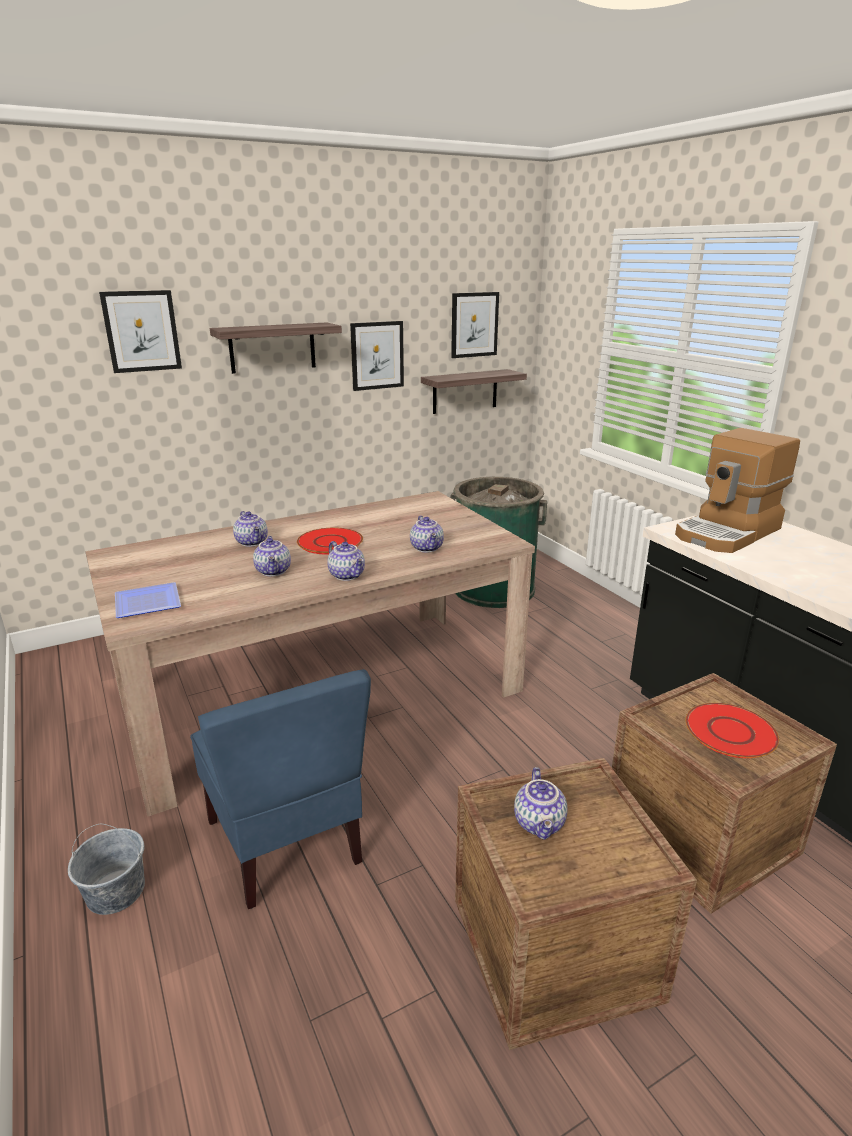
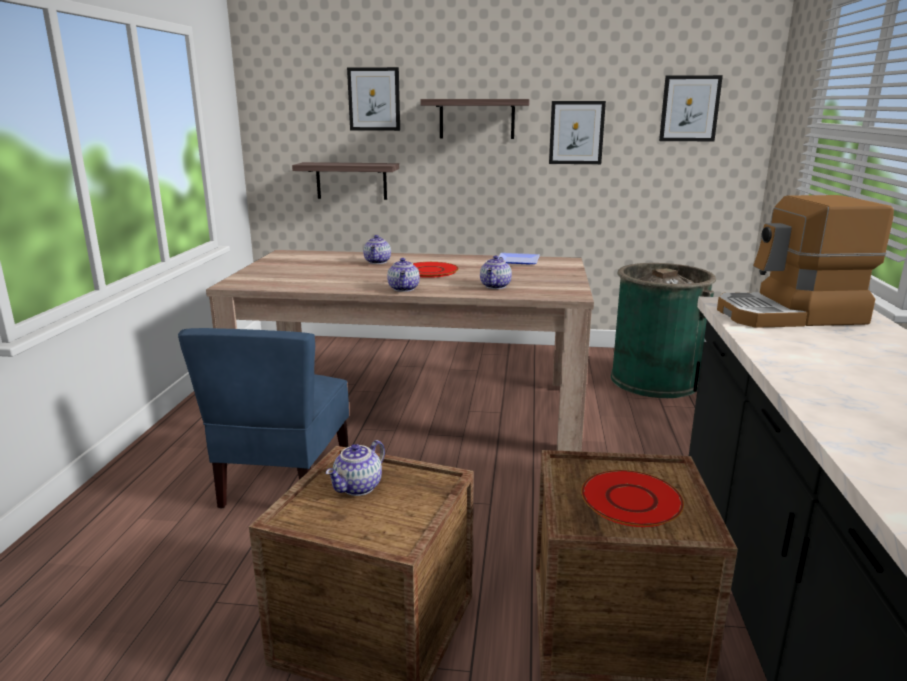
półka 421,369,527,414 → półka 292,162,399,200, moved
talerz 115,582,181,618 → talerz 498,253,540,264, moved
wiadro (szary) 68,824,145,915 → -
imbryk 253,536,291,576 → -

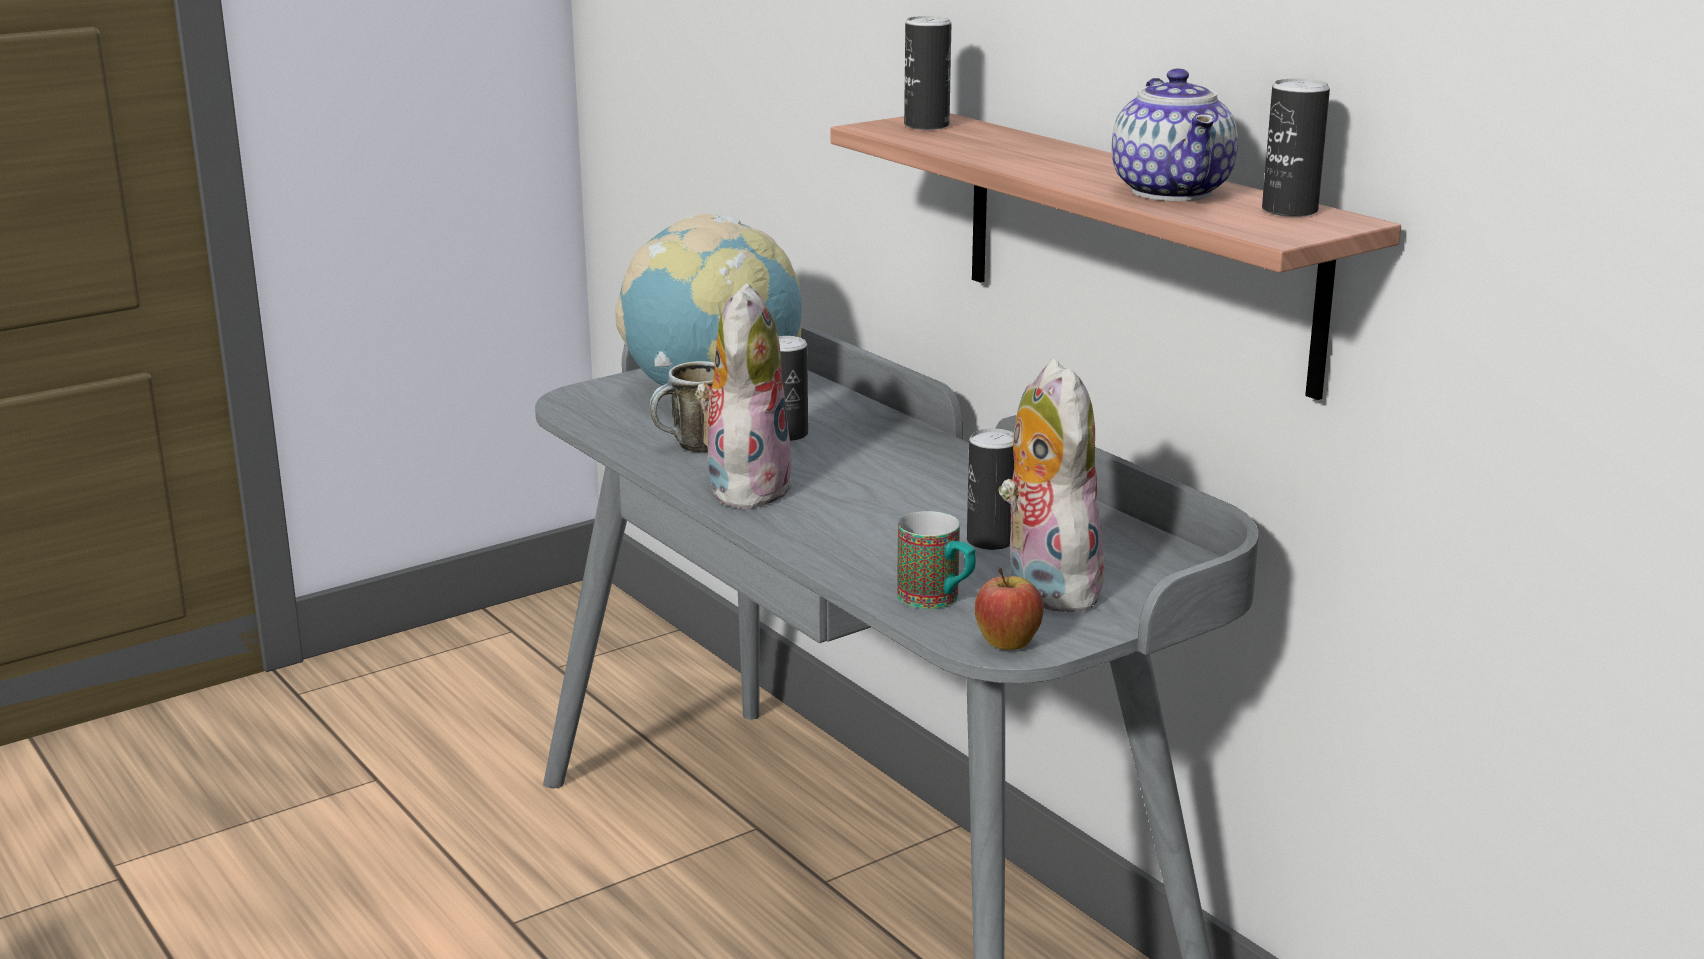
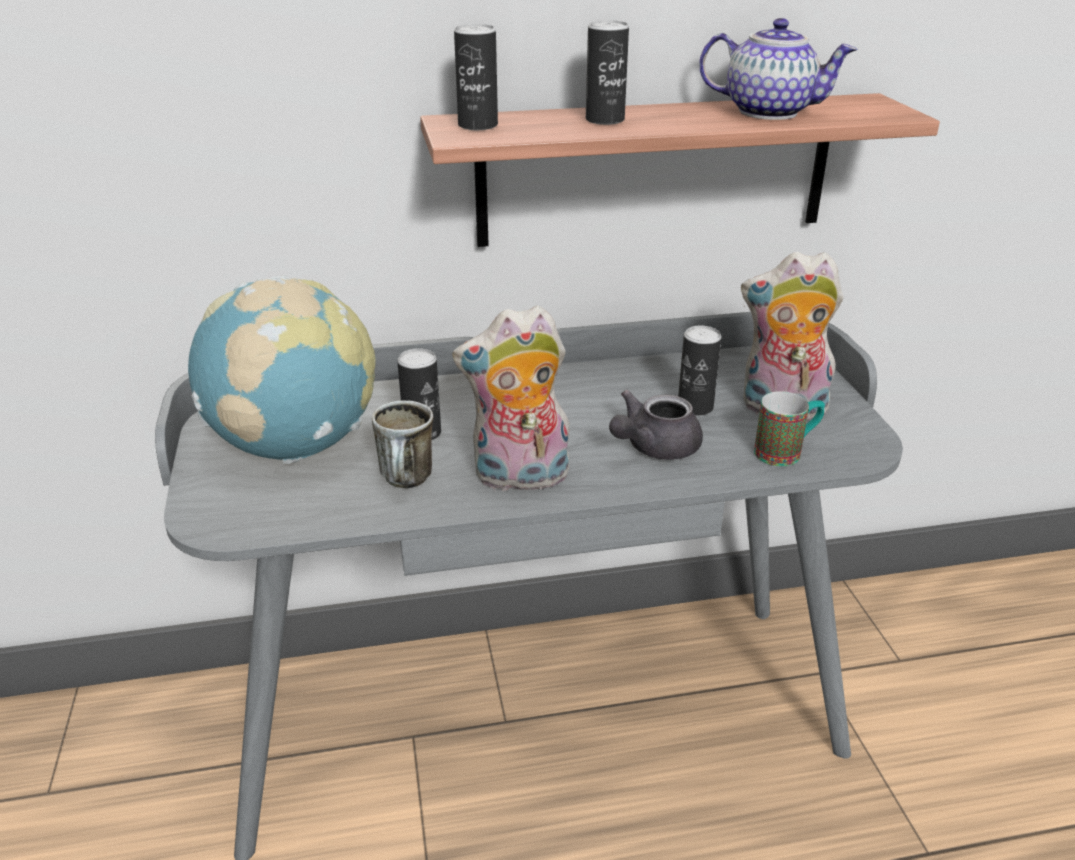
pluszak 695,283,792,509 → pluszak 452,305,569,491, 45 degrees counterclockwise
puszka 1262,79,1330,217 → puszka 586,20,629,125, moved
- → imbryk (szary) 609,390,703,460
jabłko 975,568,1044,650 → -

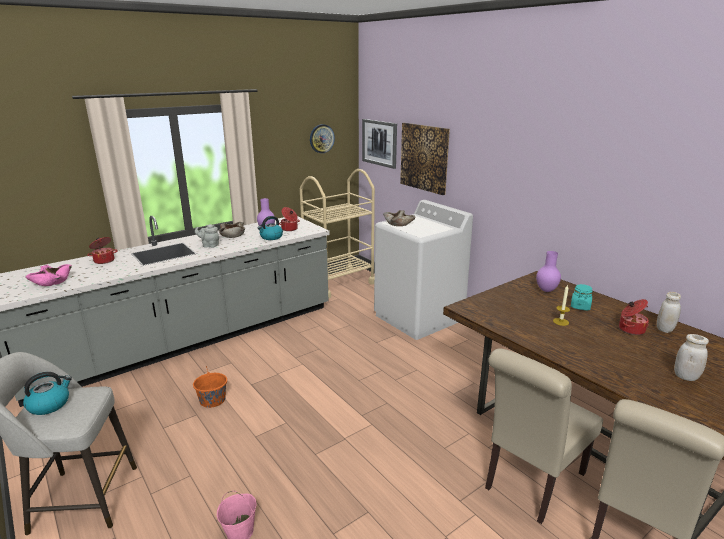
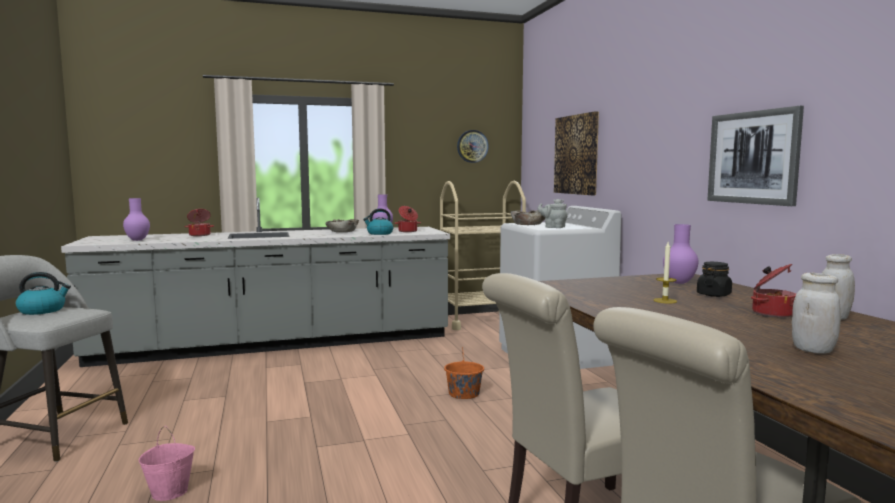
miska (różowy) 25,264,72,286 → wazon (fioletowy) 123,198,150,241
wiadro (pomarańczowy) 193,366,227,408 → wiadro (pomarańczowy) 444,347,484,399, moved
imbryk (szary) 195,224,219,248 → imbryk (szary) 537,199,568,228, moved
słoik (turkusowy) 571,284,593,311 → słoik (czarny) 697,262,732,297
obraz 362,119,397,169 → obraz 707,106,804,206, moved

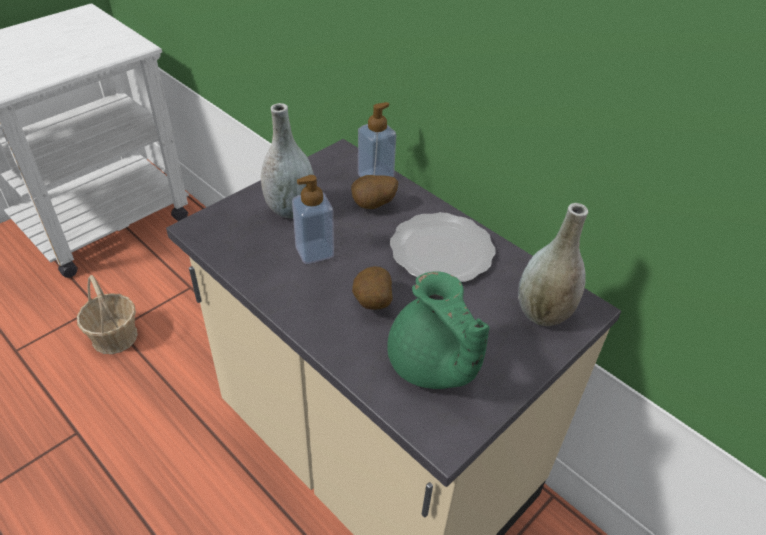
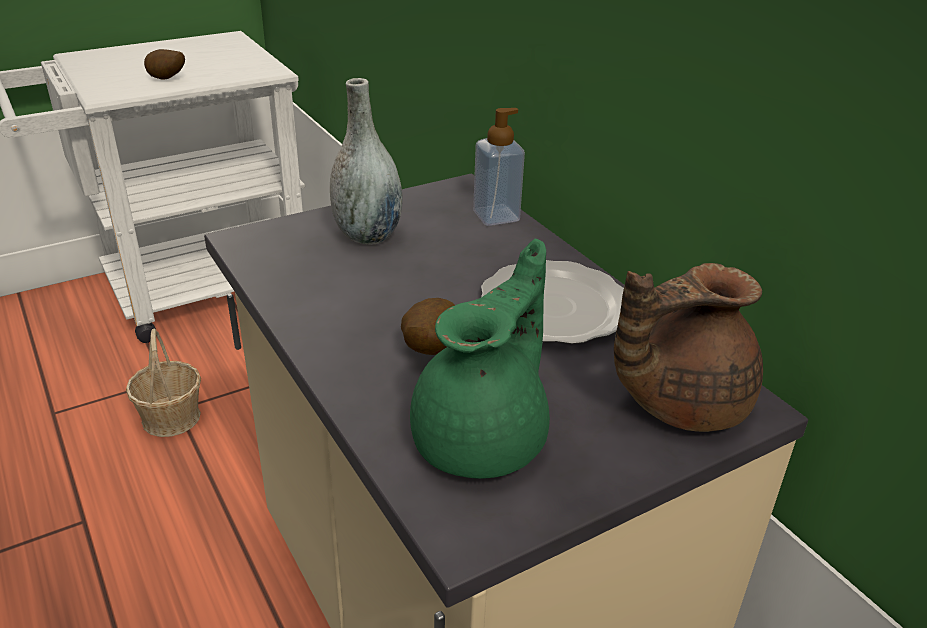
ziemniak 351,175,398,209 → ziemniak 144,49,185,79, moved
imbryk (zielony) 387,271,490,389 → imbryk (zielony) 410,239,550,479, 135 degrees counterclockwise
wazon (szary) 518,203,588,326 → imbryk (brązowy) 614,263,763,432
dozownik mydła 292,175,334,264 → -

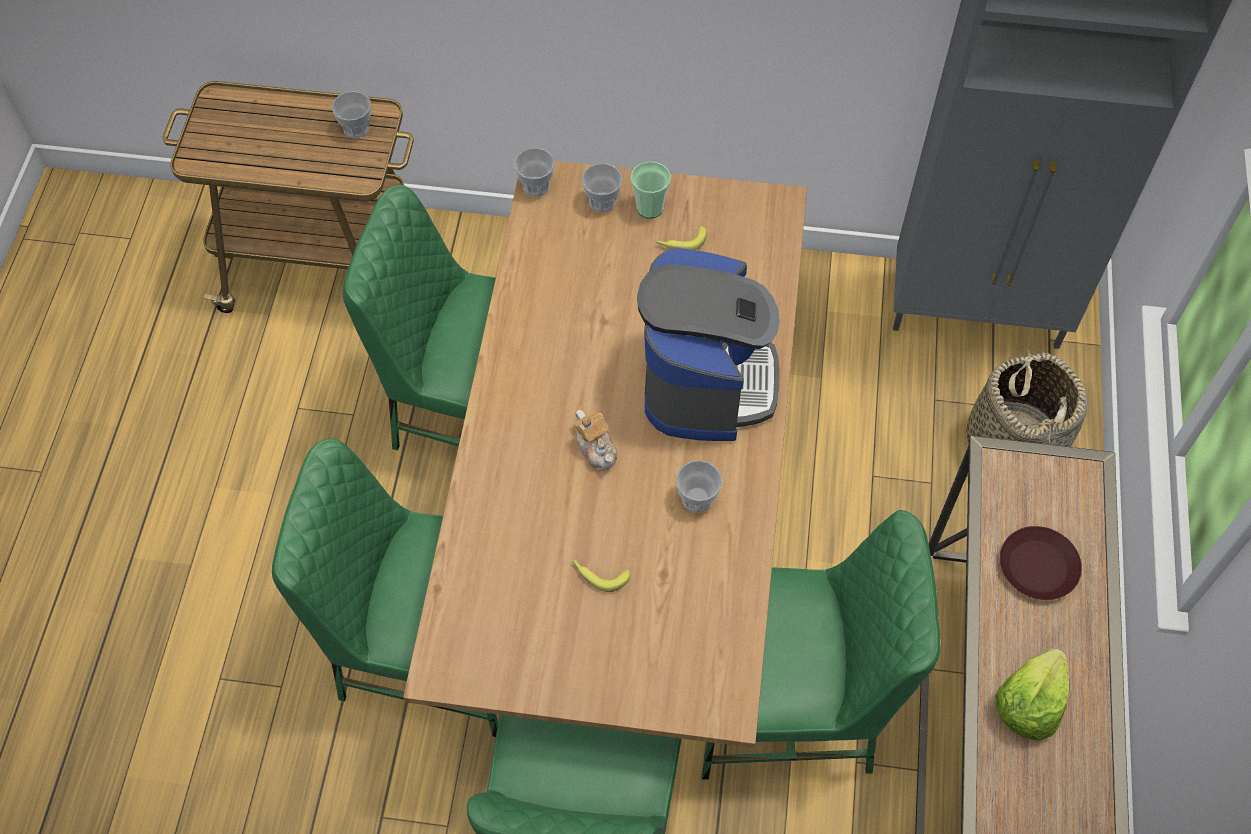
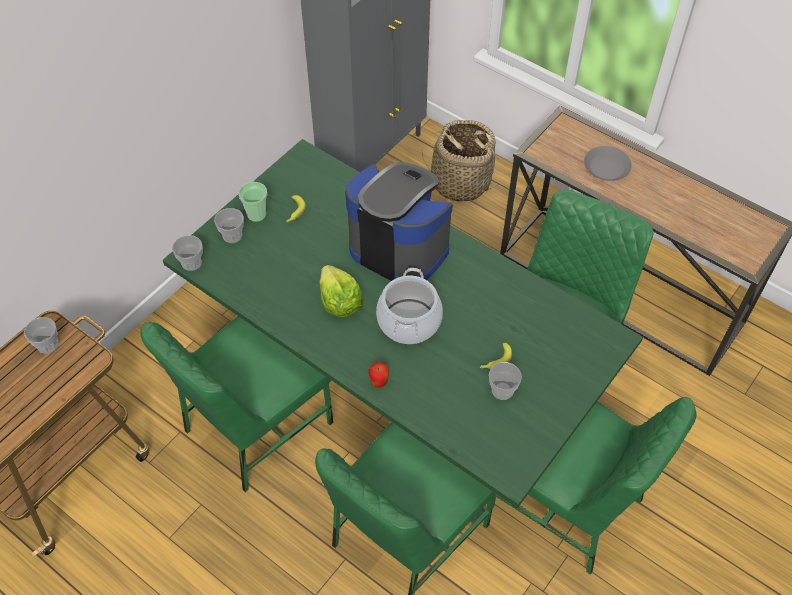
stół jadalny (brązowy) 403,161,807,748 → stół jadalny (zielony) 163,139,643,523
sałata 995,648,1069,740 → sałata 320,265,364,317, moved
- → jabłko 368,362,389,388
imbryk 574,410,618,472 → garnek 376,268,443,344
filiżanka 676,460,722,513 → filiżanka 489,362,522,400, moved
talerz (brązowy) 1000,526,1082,600 → talerz (szary) 584,146,632,181

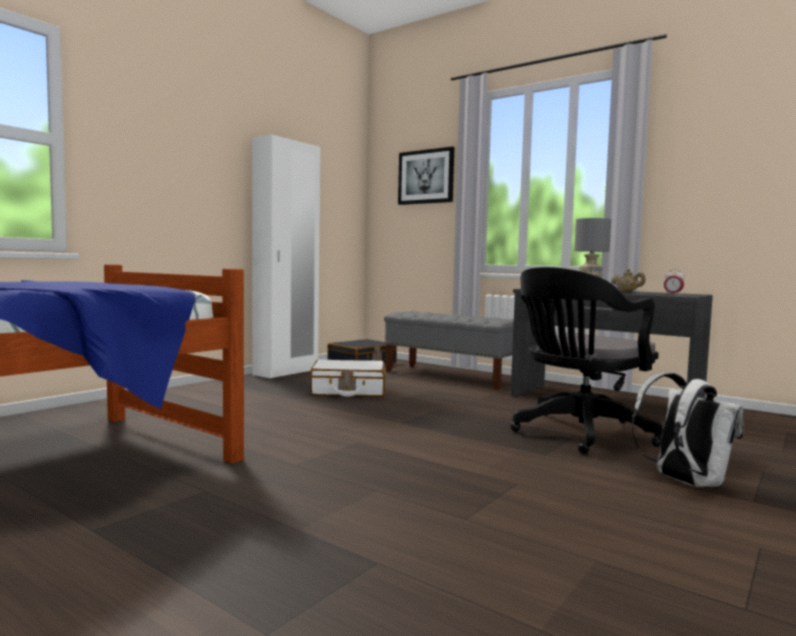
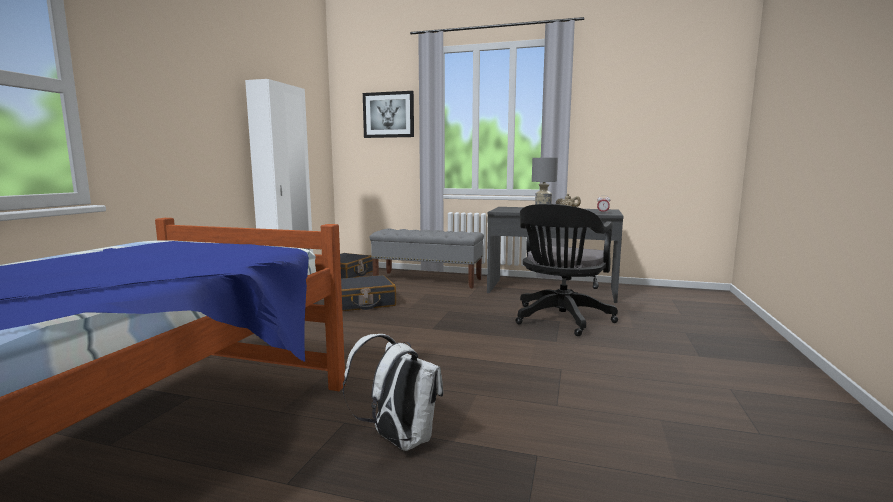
walizka (biały) 310,359,385,397 → walizka (czarny) 341,275,396,311
plecak (biały) 632,372,744,487 → plecak (biały) 343,334,443,451, moved

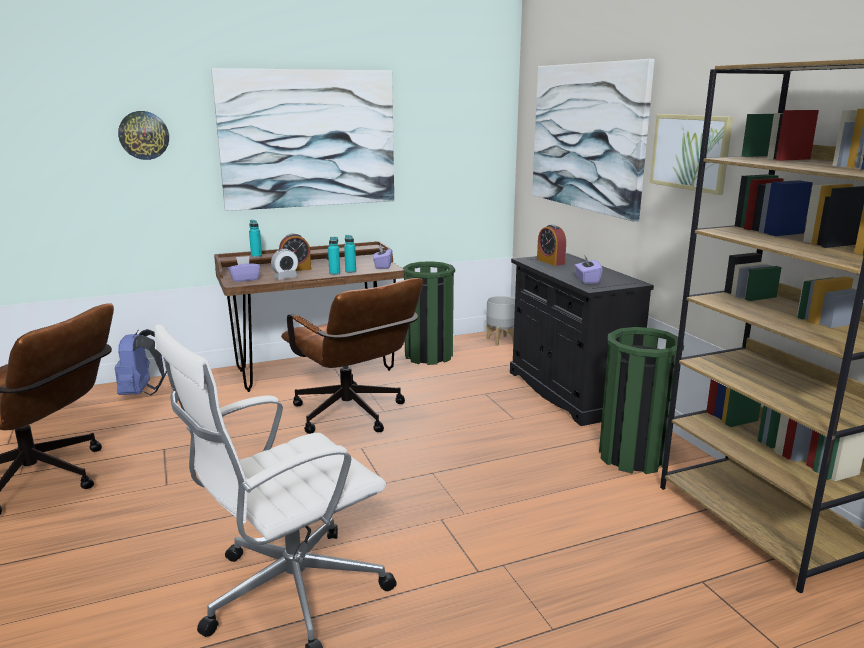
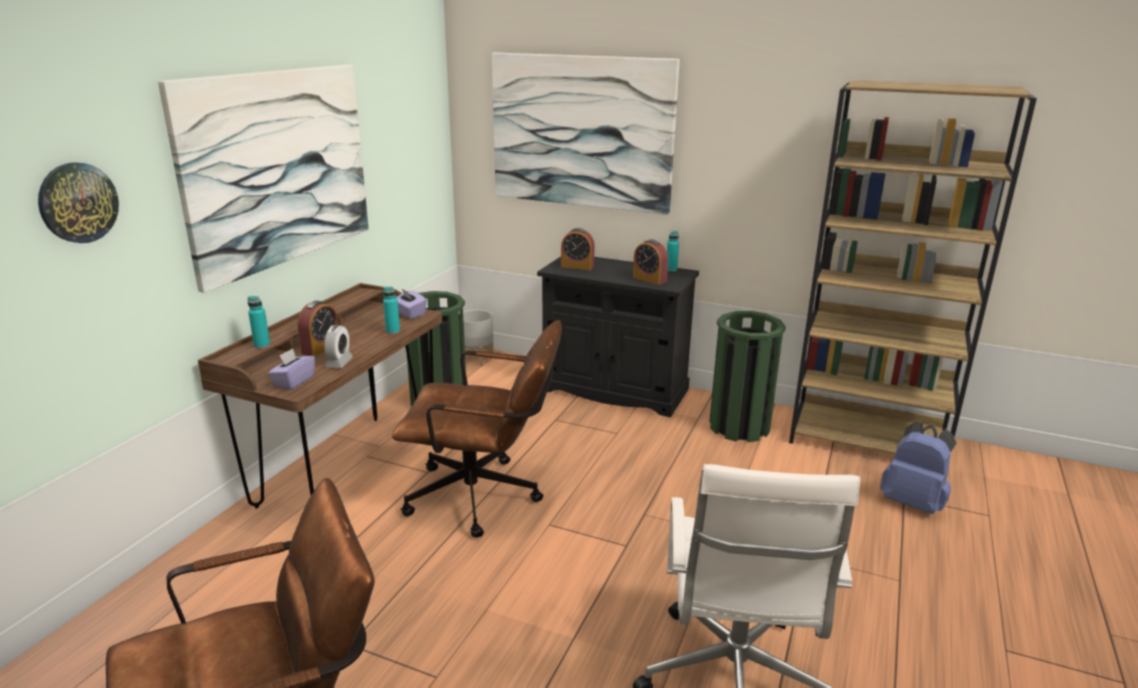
pudełko chusteczek (fioletowy) 574,255,603,284 → budzik 633,239,668,285
butelka (turkusowy) 328,237,340,275 → butelka (turkusowy) 667,231,679,272, moved
plecak (niebieski) 115,329,167,396 → plecak (niebieski) 880,422,957,514, moved
obraz 650,114,733,195 → -

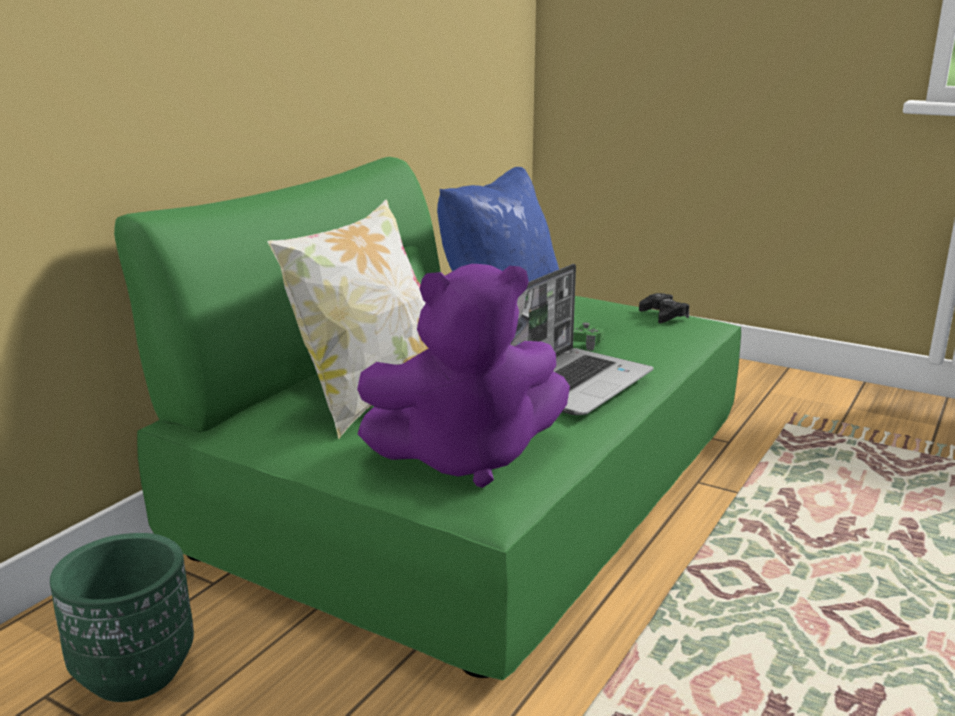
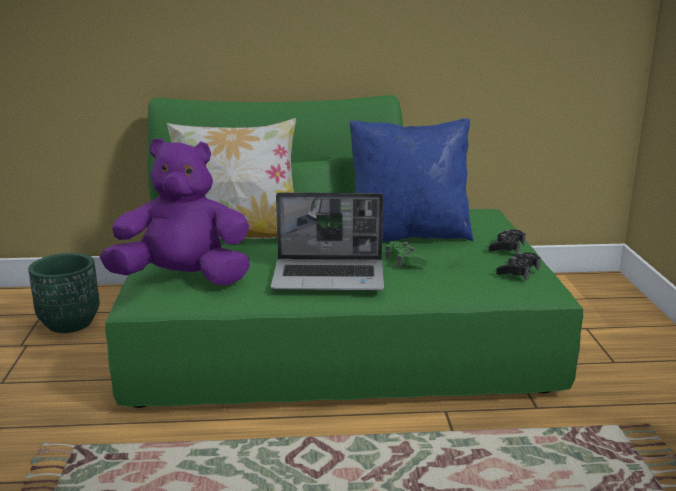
pluszak (fioletowy) 357,264,570,488 → pluszak (fioletowy) 99,138,250,285, 135 degrees clockwise
- → pad do gier (czarny) 489,229,526,253

